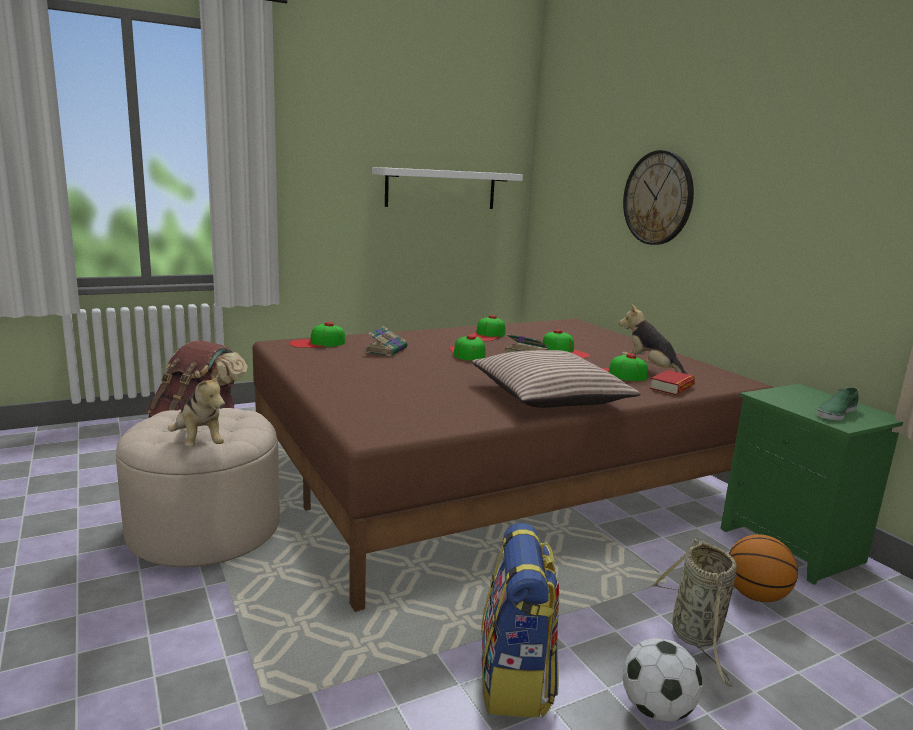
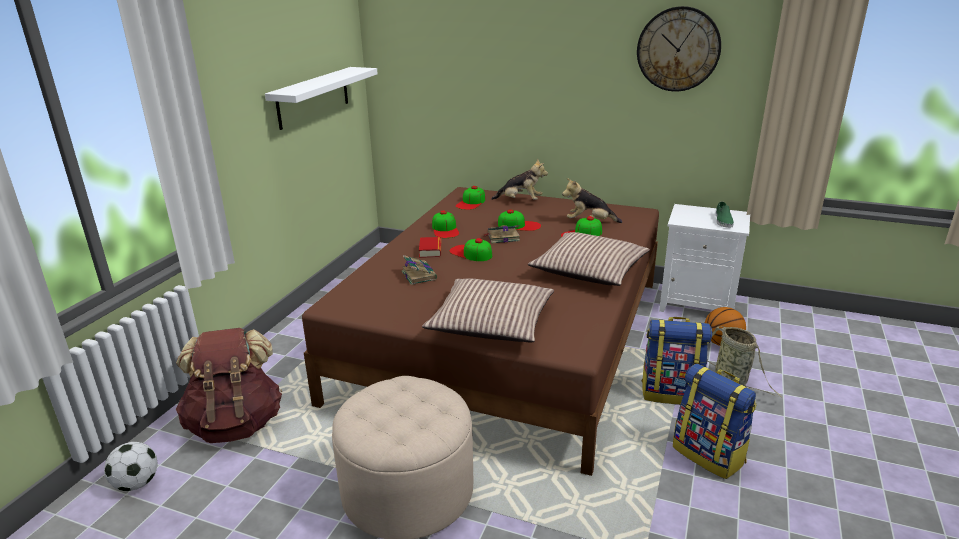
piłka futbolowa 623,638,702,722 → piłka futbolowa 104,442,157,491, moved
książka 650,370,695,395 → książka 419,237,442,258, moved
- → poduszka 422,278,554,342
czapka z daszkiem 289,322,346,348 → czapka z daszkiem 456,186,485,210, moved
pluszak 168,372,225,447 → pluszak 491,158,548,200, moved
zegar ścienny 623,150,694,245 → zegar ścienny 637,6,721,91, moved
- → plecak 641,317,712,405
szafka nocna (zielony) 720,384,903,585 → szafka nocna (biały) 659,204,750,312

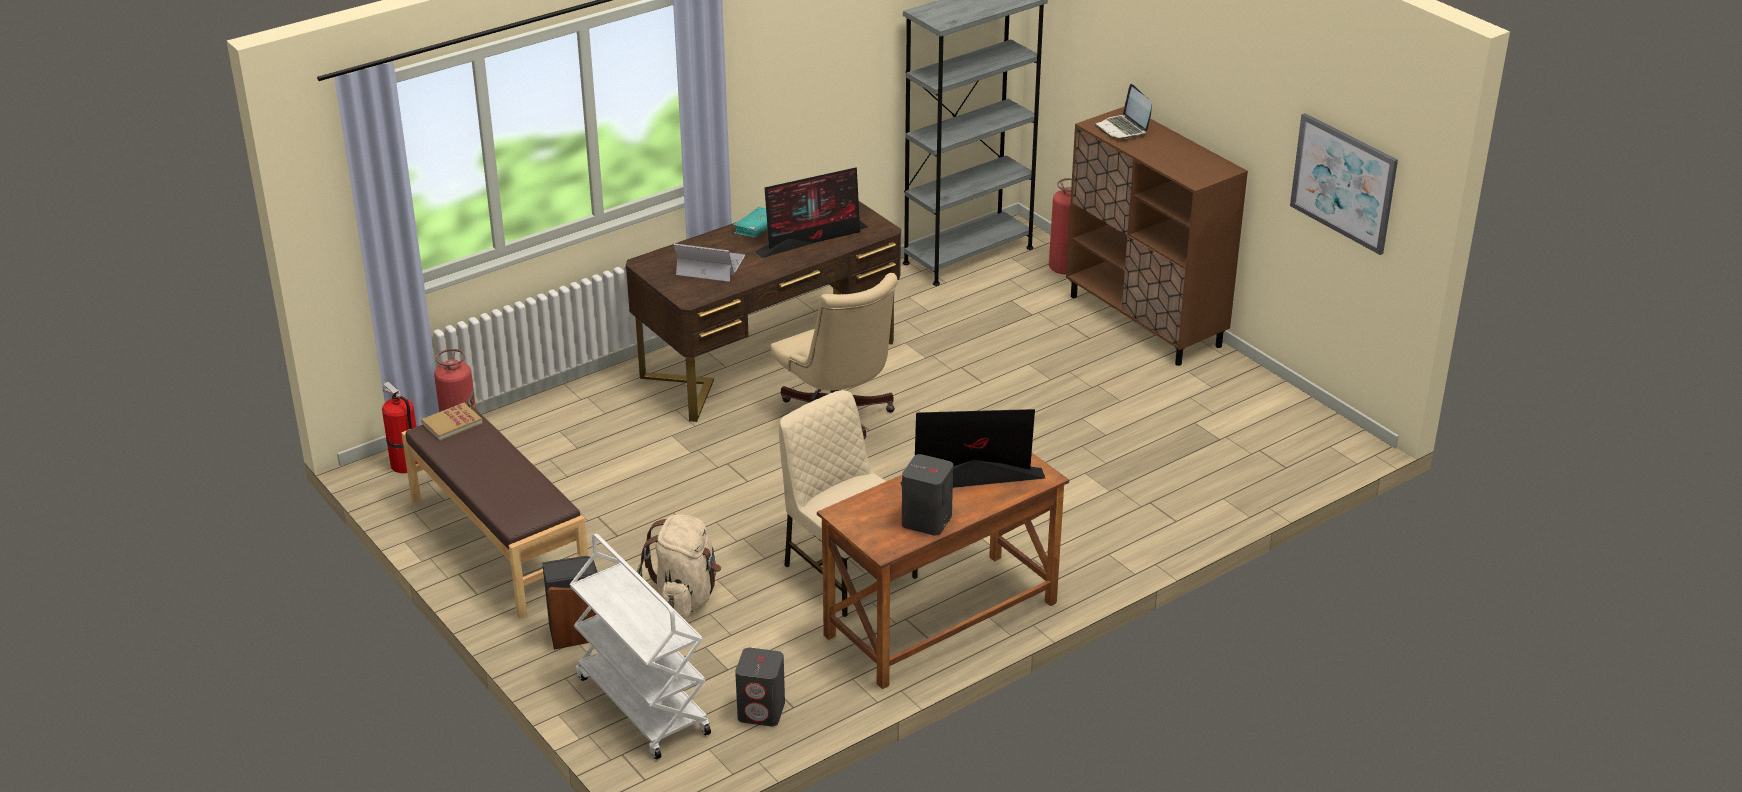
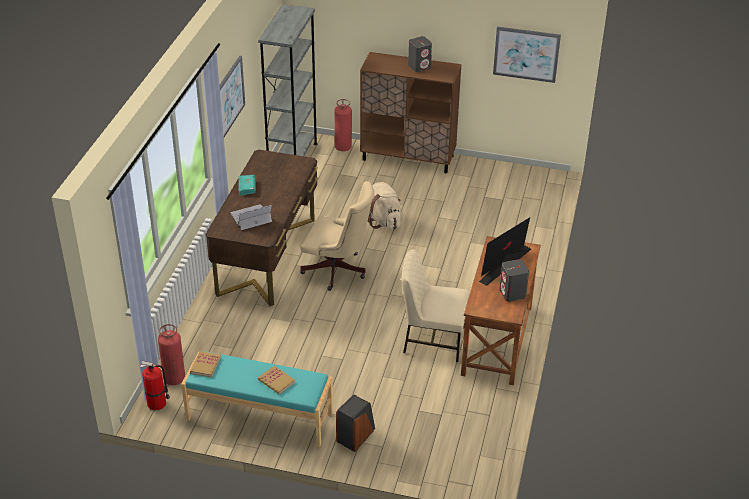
ławka (brązowy) 401,407,588,619 → ławka (turkusowy) 181,351,333,447
- → obraz 219,56,245,137
- → książka 258,366,295,394
plecak (beżowy) 637,514,721,619 → plecak (beżowy) 368,182,401,230, moved
głośnik (szary) 735,648,785,726 → głośnik (szary) 408,36,432,72, moved
wózek (biały) 570,533,711,759 → -
monitor 755,167,868,258 → -
laptop 1095,84,1152,139 → -

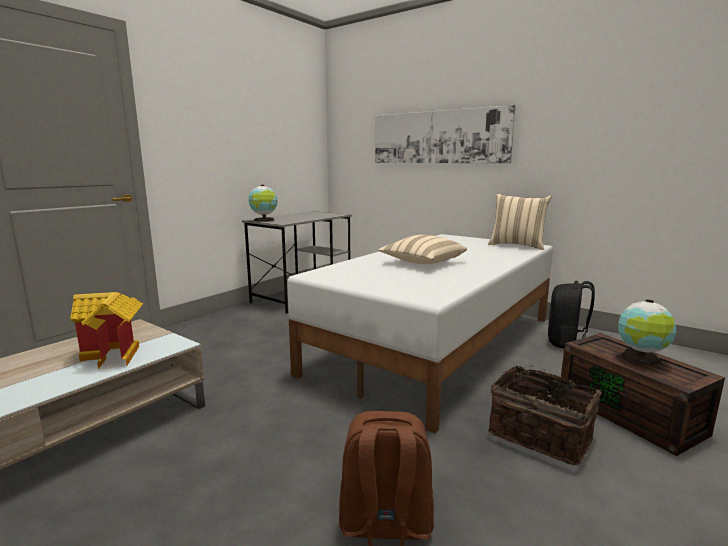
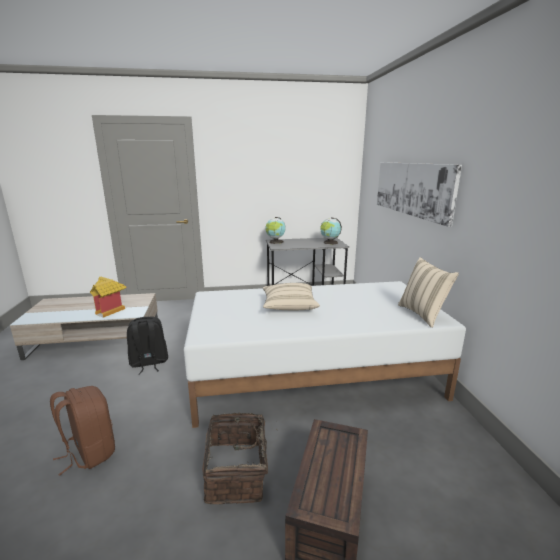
plecak (czarny) 548,281,595,348 → plecak (czarny) 127,317,168,375, moved
globus 618,299,676,366 → globus 320,217,342,245, moved

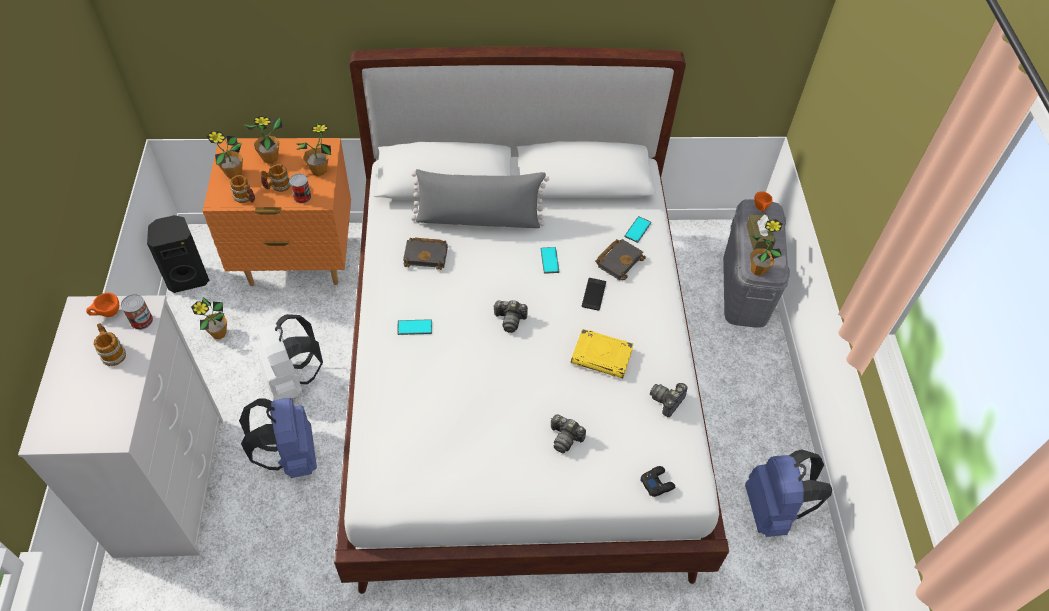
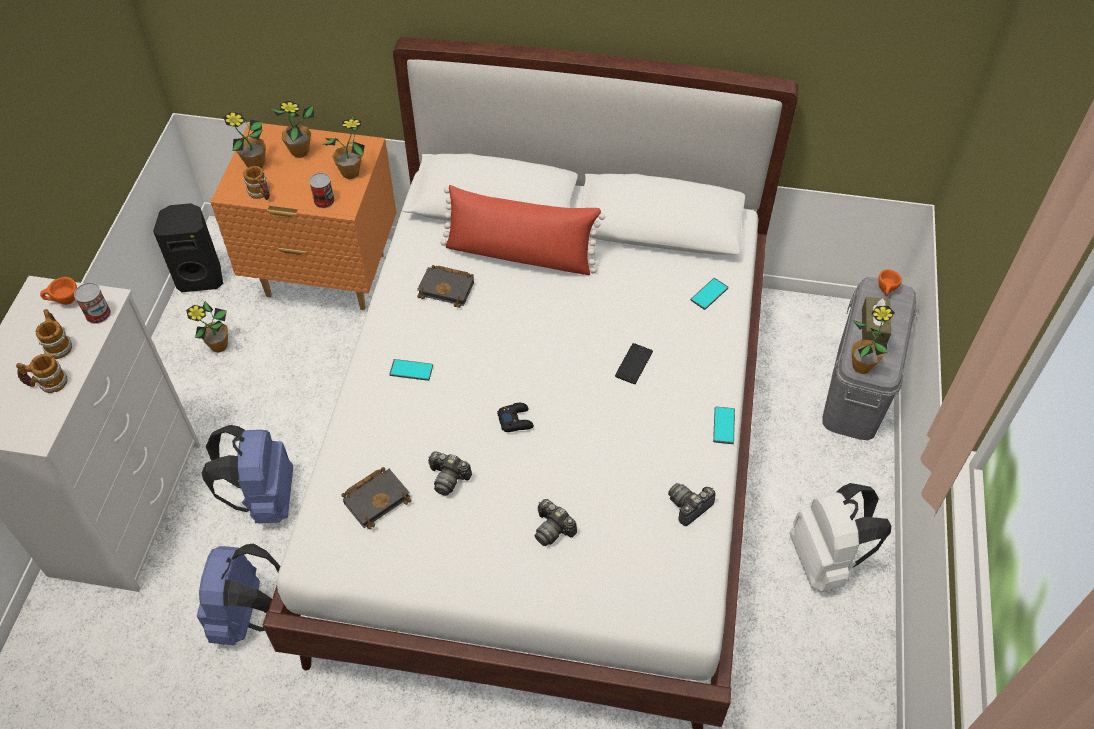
kubek 261,164,290,192 → kubek 16,353,67,393, moved
plecak (niebieski) 745,449,832,537 → plecak (niebieski) 197,543,280,645, moved
książka (czarny) 595,239,646,280 → książka (czarny) 342,467,411,529, moved
aparat fotograficzny 493,300,528,333 → aparat fotograficzny 428,451,472,496, moved
poduszka (szary) 411,169,549,228 → poduszka (czerwony) 440,185,605,275
pad do gier (czarny) 640,466,675,497 → pad do gier (czarny) 497,403,534,432, moved
telefon 541,247,559,274 → telefon 713,407,735,444, moved
plecak (biały) 255,314,323,401 → plecak (biały) 790,483,891,592, moved
książka (żółty) 571,329,634,379 → -

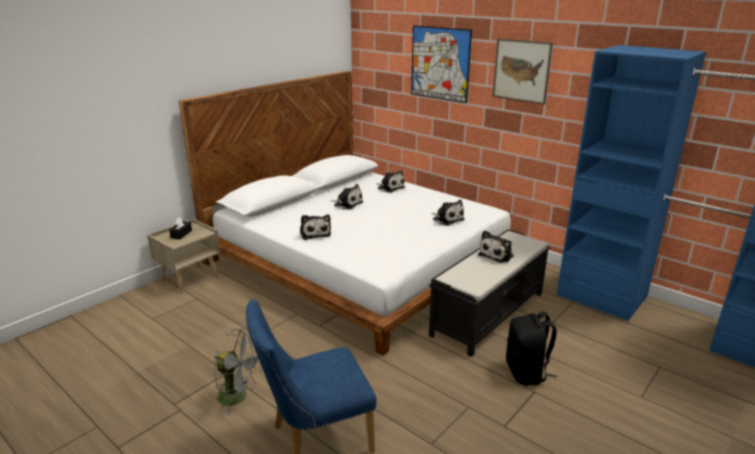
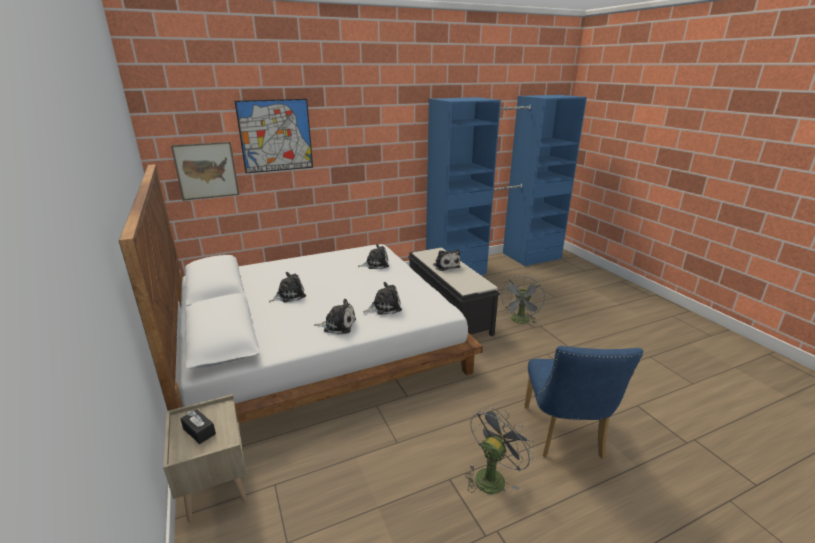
obraz 492,38,553,105 → obraz 171,142,239,201, moved
pluszak 377,170,405,193 → pluszak 364,282,402,315, moved
plecak (czarny) 506,312,557,385 → wentylator (szary) 501,276,545,324

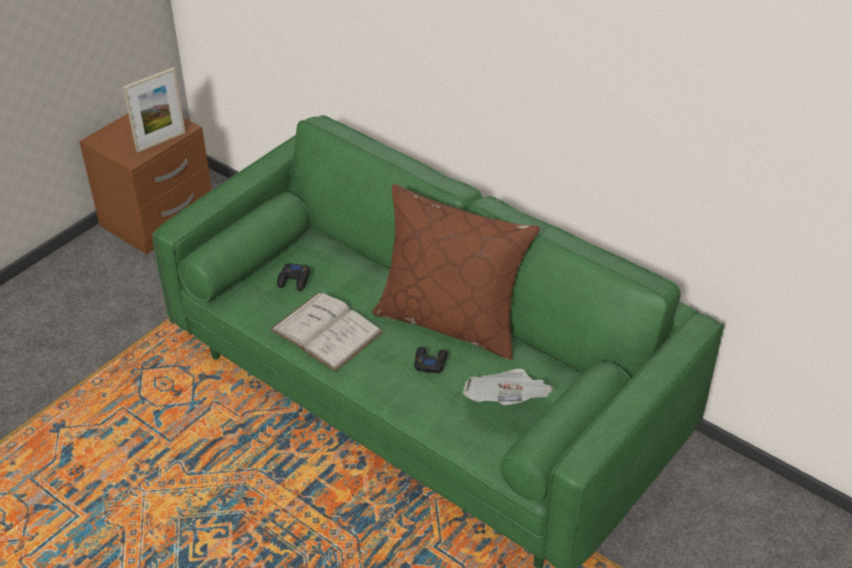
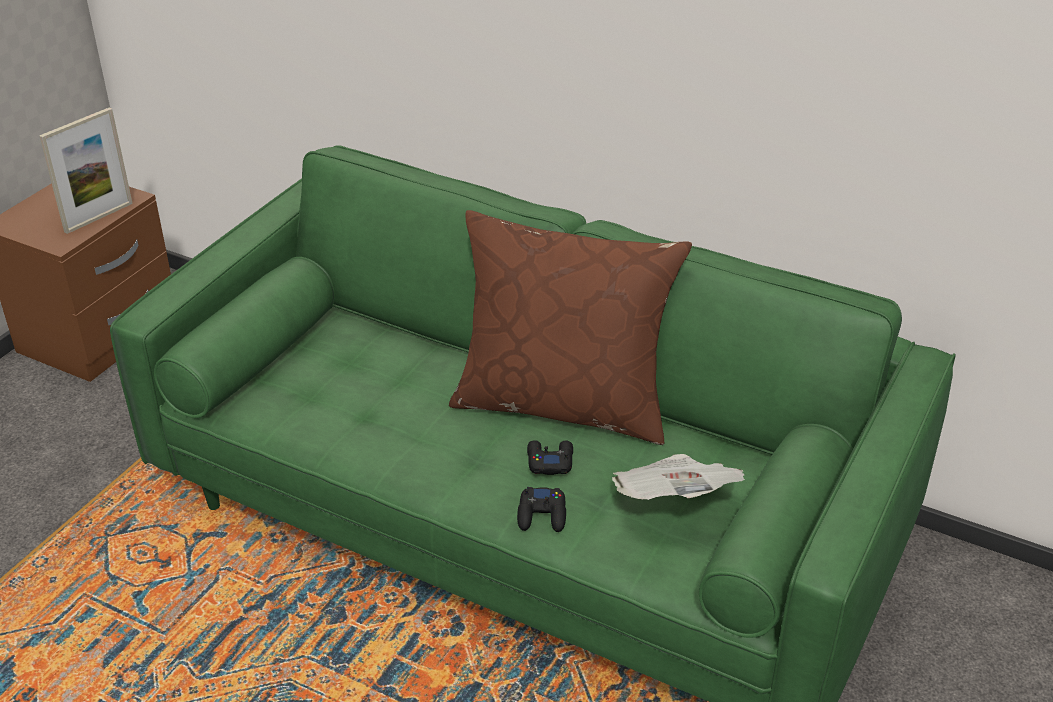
pad do gier (czarny) 277,263,310,291 → pad do gier (czarny) 517,487,566,532, moved
książka (biały) 270,293,383,372 → -

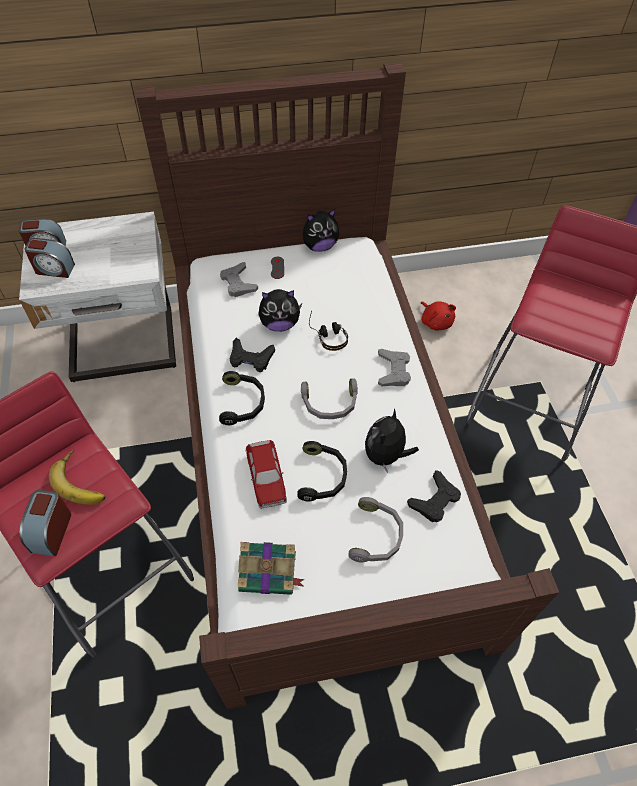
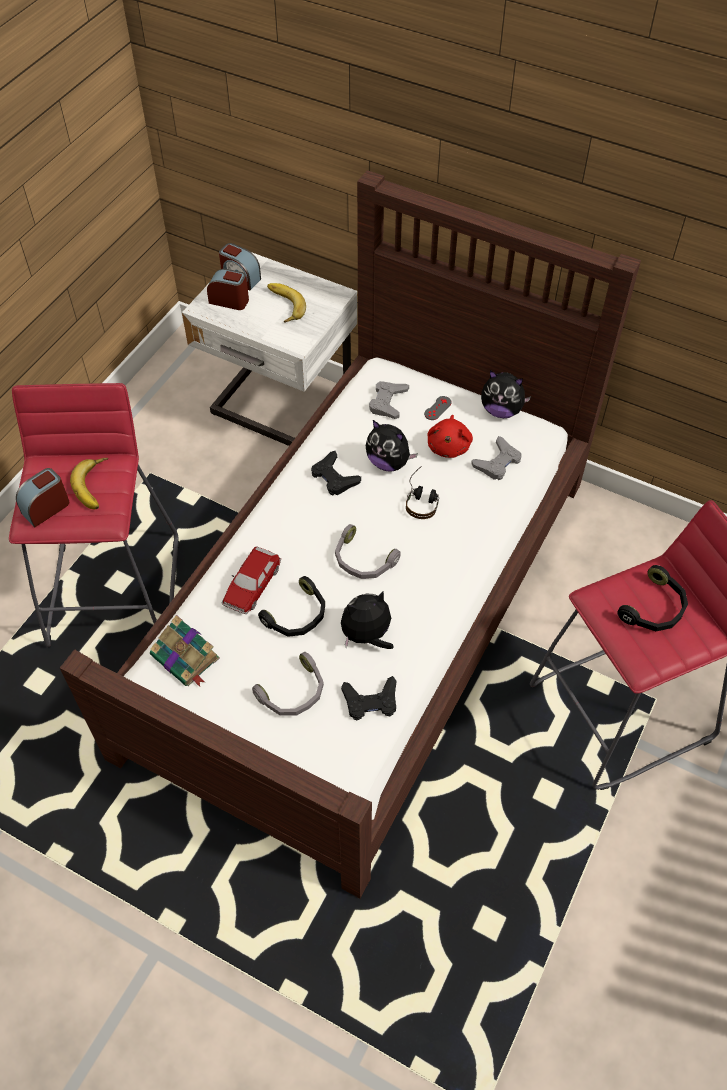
budzik 24,238,75,278 → budzik 207,269,249,310, 150 degrees clockwise
- → banan 267,283,306,323
pluszak (czerwony) 421,301,456,331 → pluszak (czerwony) 427,415,473,458, moved
pad do gier (szary) 378,349,411,386 → pad do gier (szary) 471,436,522,480, moved
słuchawki (czarny) 219,371,265,425 → słuchawki (czarny) 617,565,688,631, moved

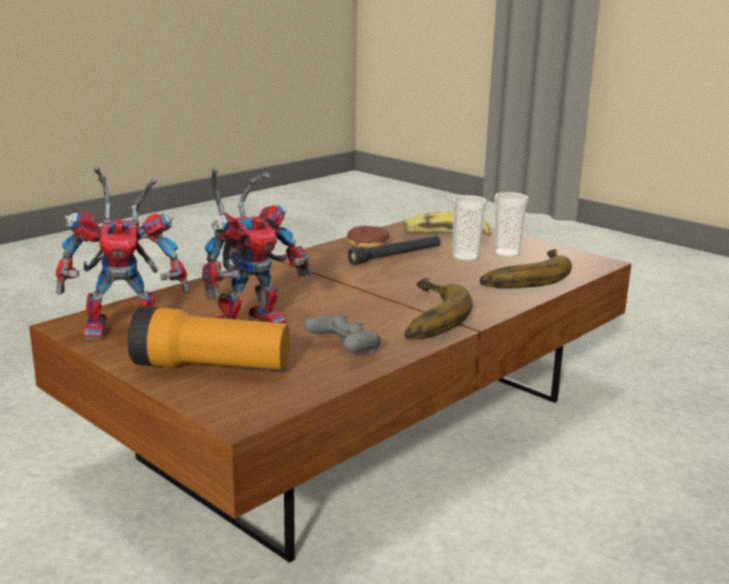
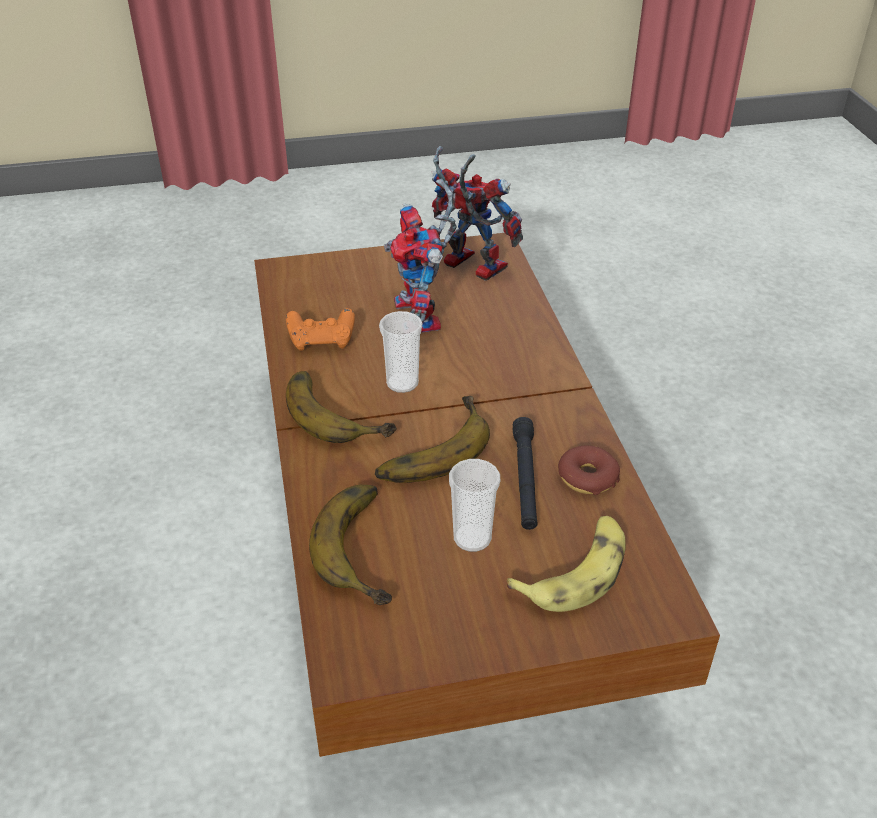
pad do gier (szary) 304,313,380,354 → pad do gier (pomarańczowy) 286,308,355,351
- → banan 375,396,490,483
filiżanka 494,192,529,257 → filiżanka 379,311,423,393, moved
robot zabawkowy 56,166,189,340 → robot zabawkowy 431,146,523,281, 105 degrees clockwise
latarka 128,306,290,370 → -

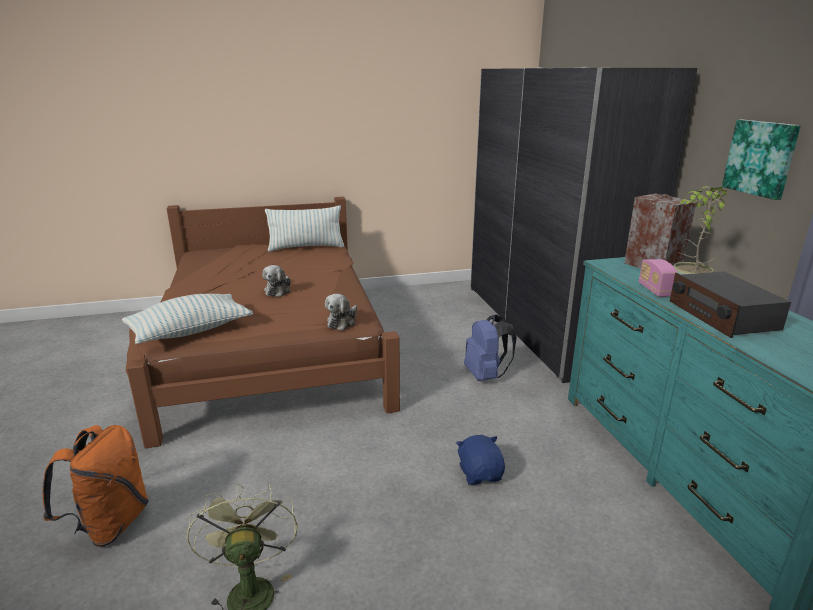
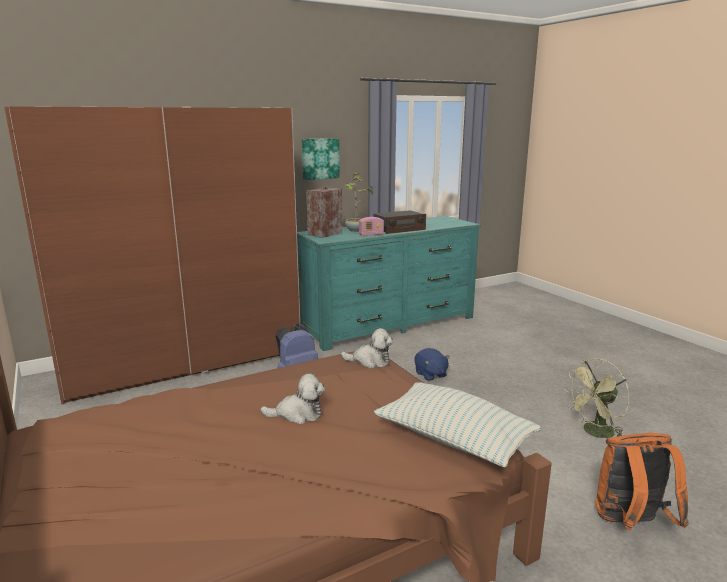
szafa (szary) 470,67,697,383 → szafa (brązowy) 4,106,300,404
pluszak (niebieski) 456,435,505,485 → pluszak (niebieski) 414,348,450,381, 90 degrees counterclockwise
poduszka 265,205,345,252 → -

